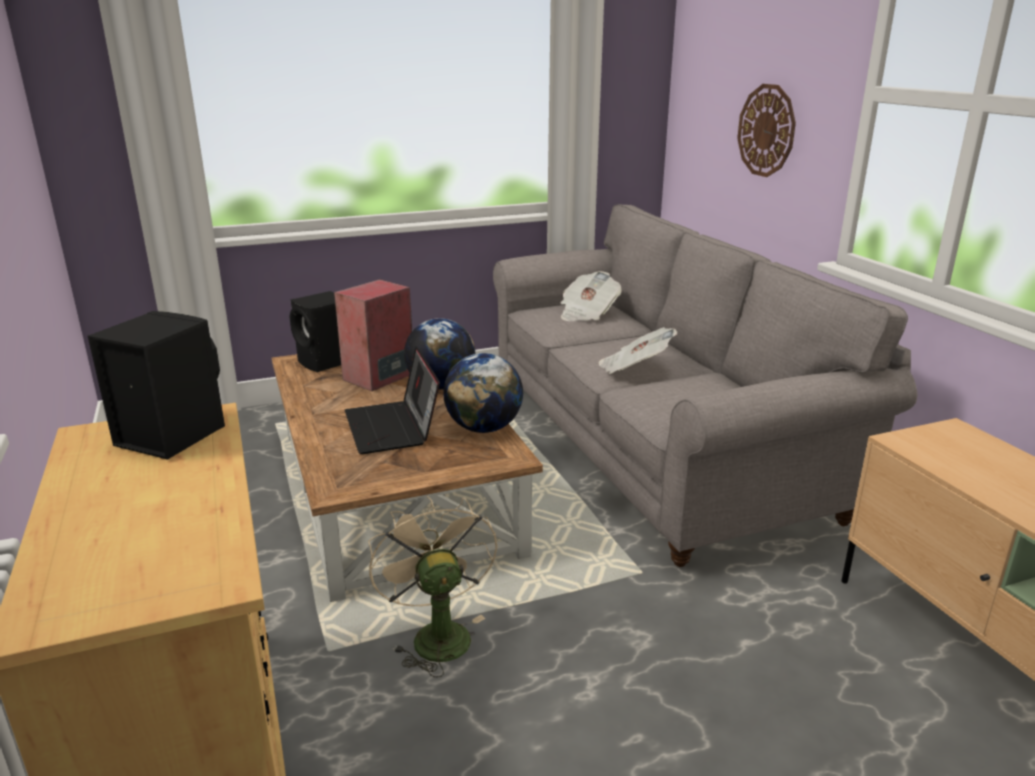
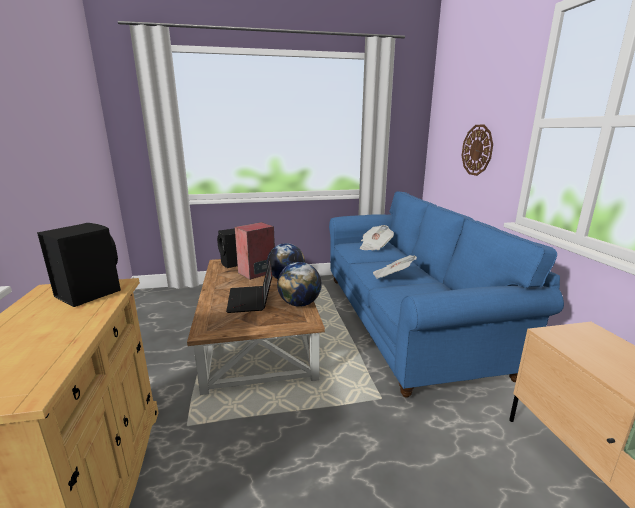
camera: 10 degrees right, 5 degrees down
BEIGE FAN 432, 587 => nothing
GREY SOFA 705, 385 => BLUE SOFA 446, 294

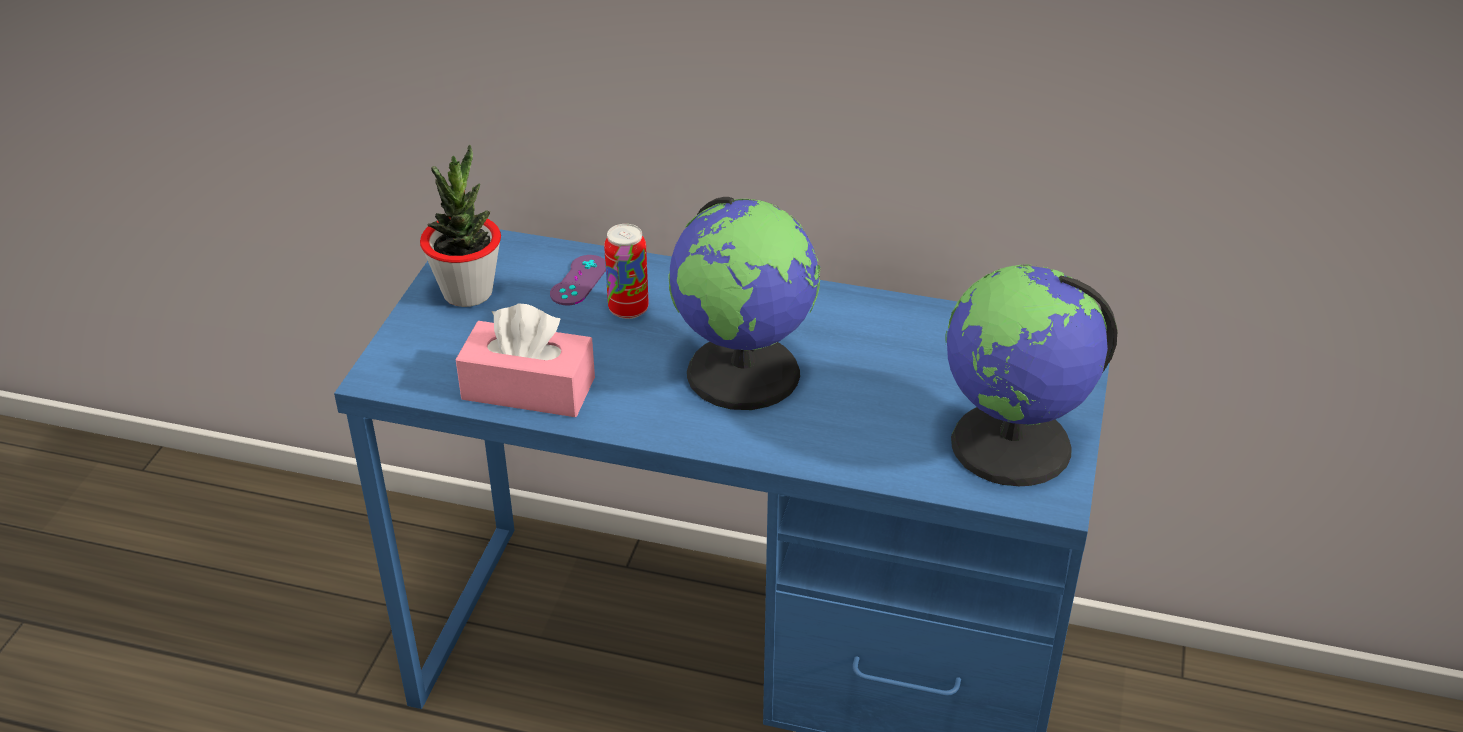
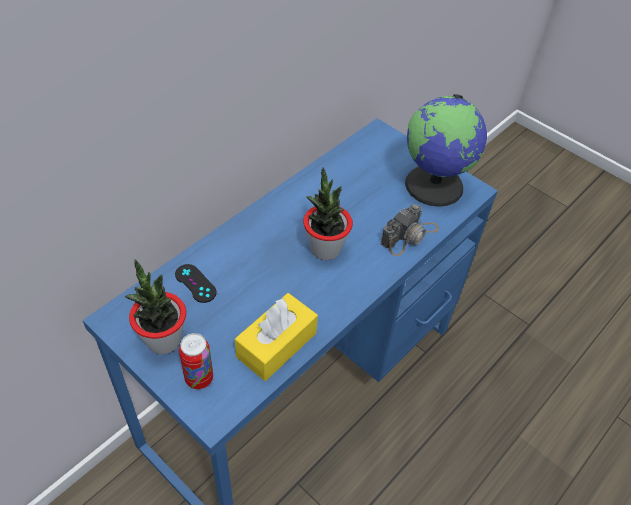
camera: 65 degrees left, 10 degrees up
nothing => PHOTO CAMERA 410, 230
CAN 626, 271 => CAN 196, 361, move
GLOBE 744, 303 => POTTED PLANT 328, 213
PINK TISSUE BOX 525, 360 => YELLOW TISSUE BOX 276, 337
PURPLE GAME CONTROLLER 578, 280 => BLACK GAME CONTROLLER 196, 283

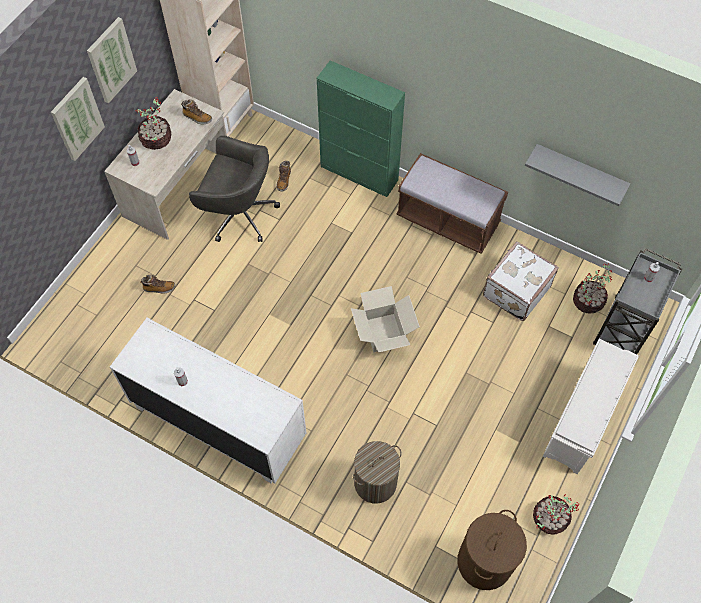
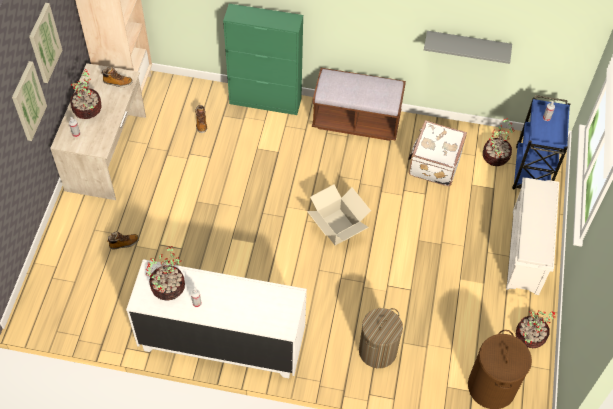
camera: 20 degrees left, 5 degrees down
GREY OFFICE CHAIR 234, 188 => nothing
nothing => POTTED PLANT 165, 273
GREY CART 637, 301 => BLUE CART 541, 142

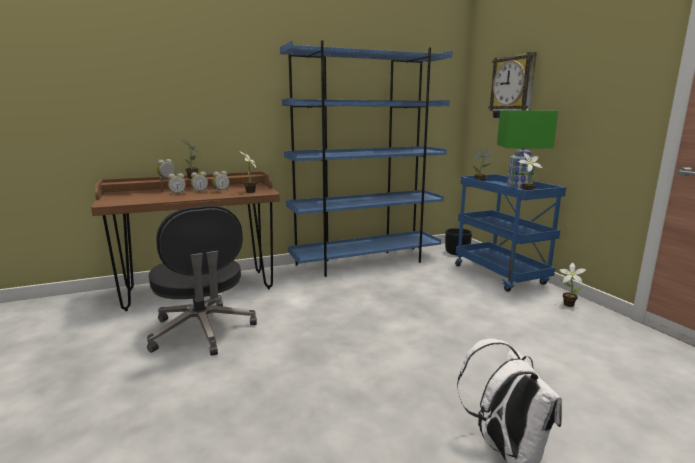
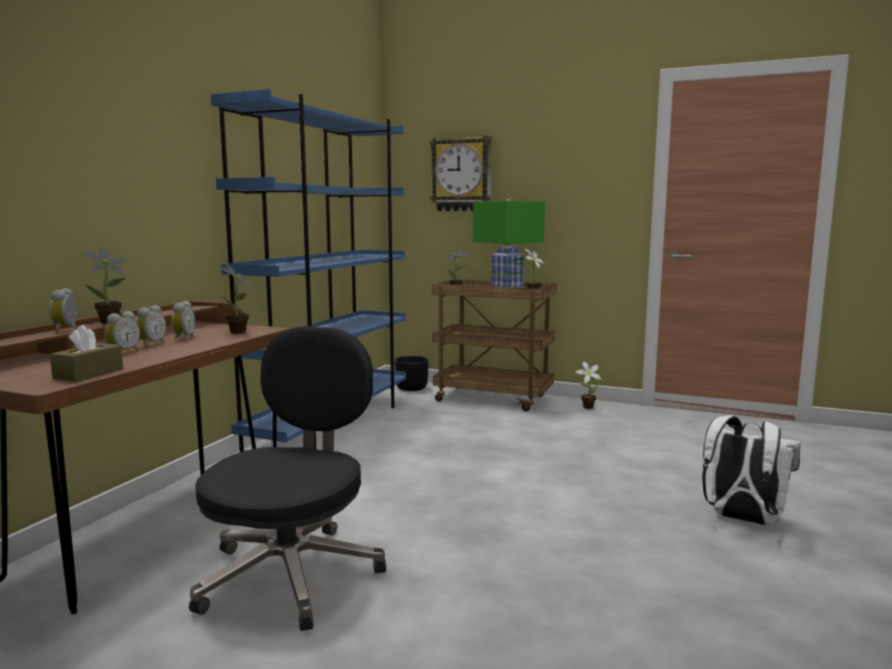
camera: 45 degrees left, 5 degrees down
nothing => BROWN TISSUE BOX 86, 353
BLUE CART 510, 233 => BROWN CART 495, 345
BLACK OFFICE CHAIR 202, 280 => BLACK OFFICE CHAIR 287, 478, 90 degrees counterclockwise

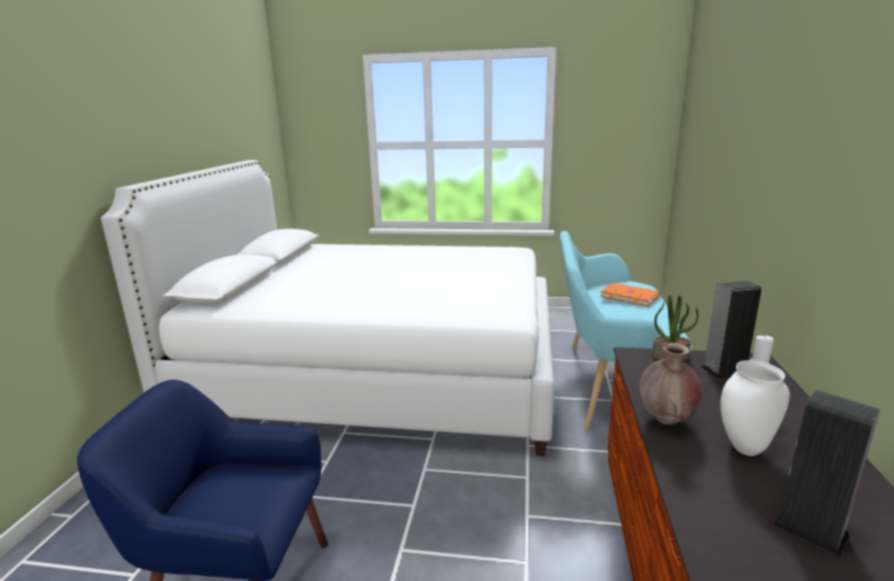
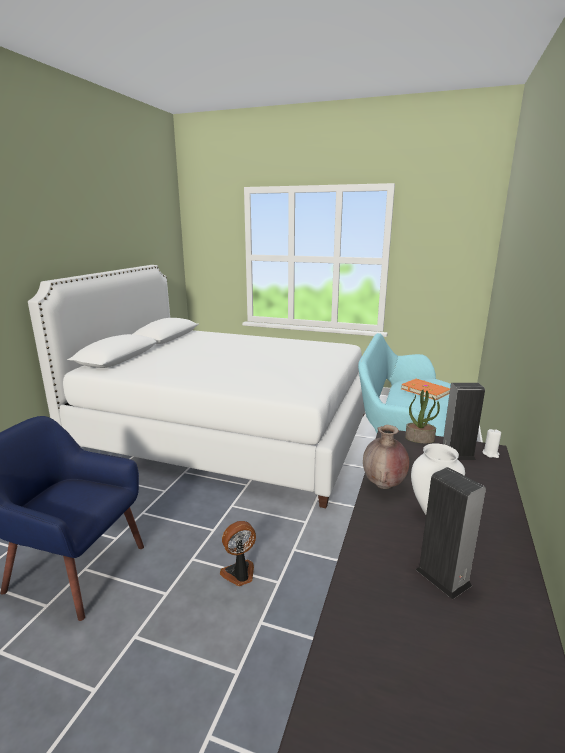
camera: 10 degrees right, 0 degrees up
nothing => FAN 238, 553

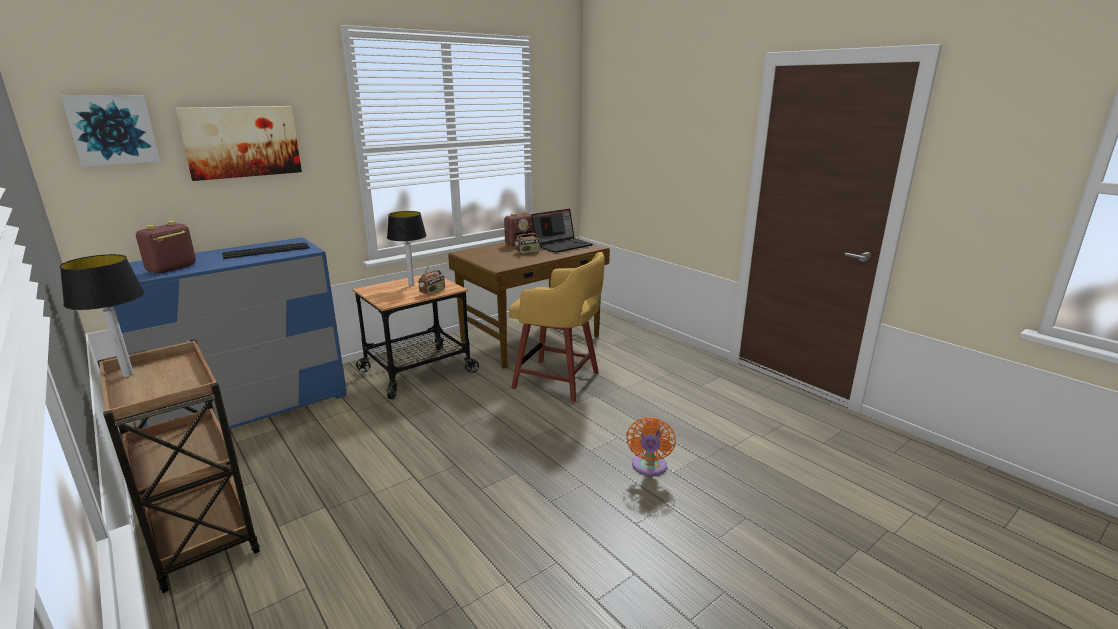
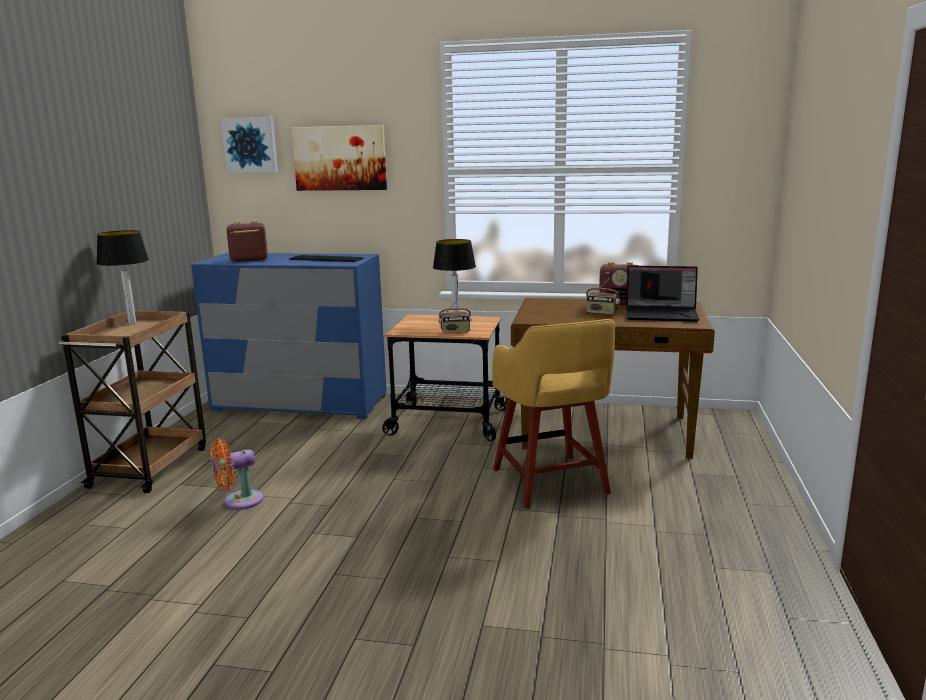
camera: 50 degrees right, 5 degrees down
ORANGE FAN 651, 446 => ORANGE FAN 236, 474, move

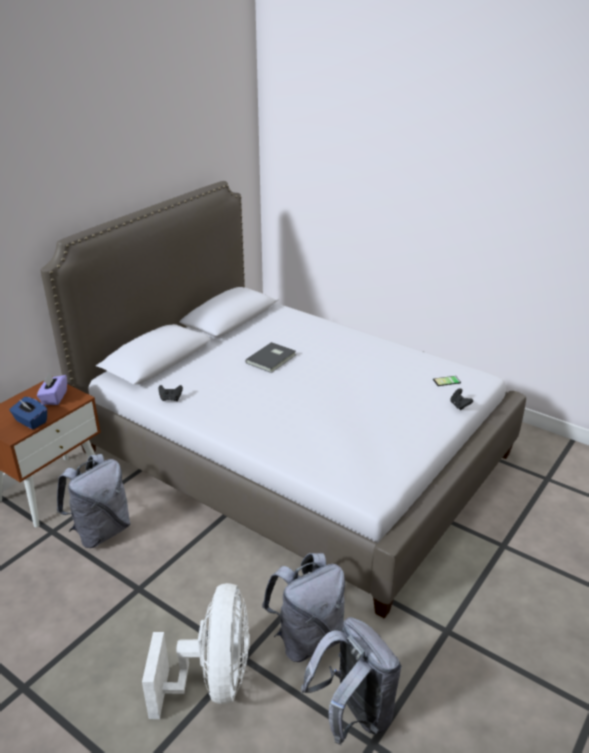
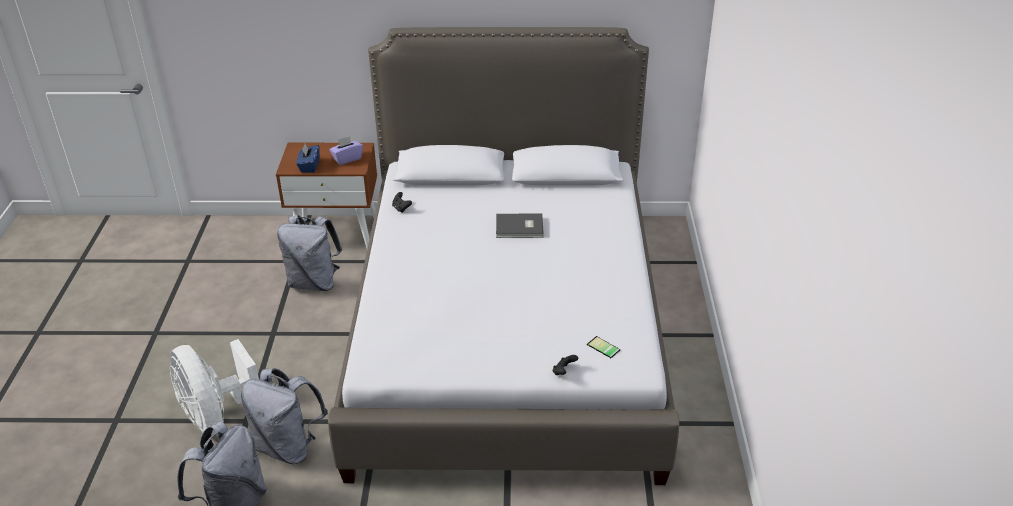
camera: 55 degrees right, 5 degrees up
WHITE FAN 196, 651 => WHITE FAN 214, 387, 90 degrees clockwise

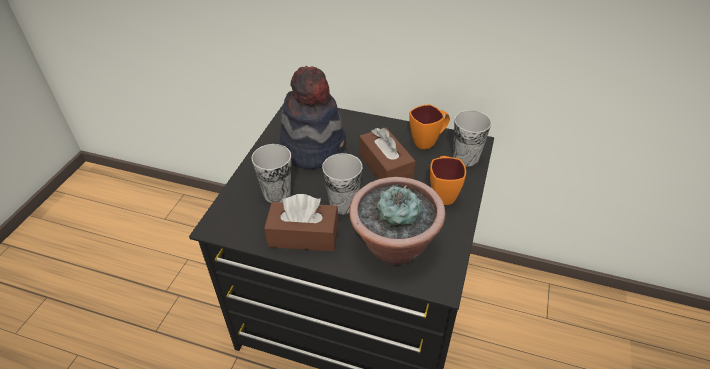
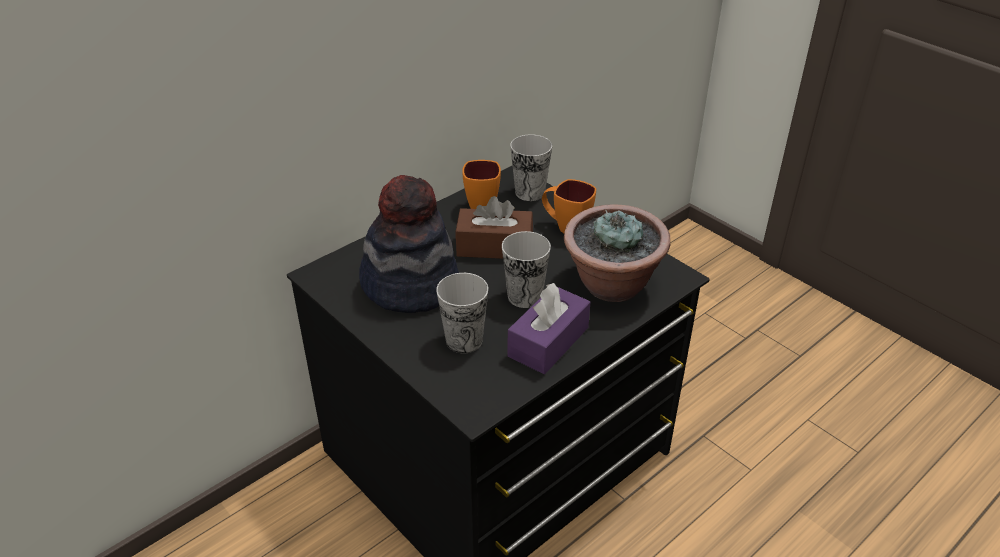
camera: 60 degrees left, 5 degrees down
BROWN TISSUE BOX 301, 222 => PURPLE TISSUE BOX 548, 328

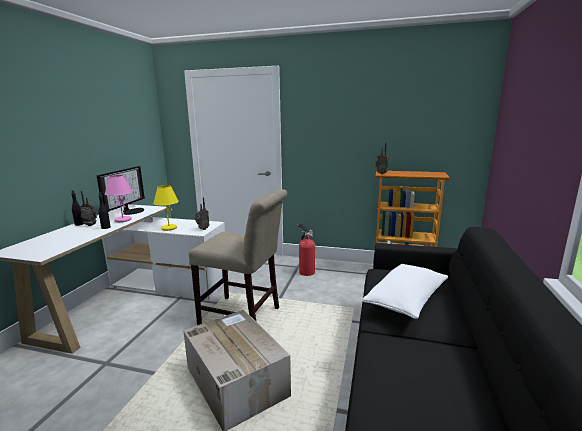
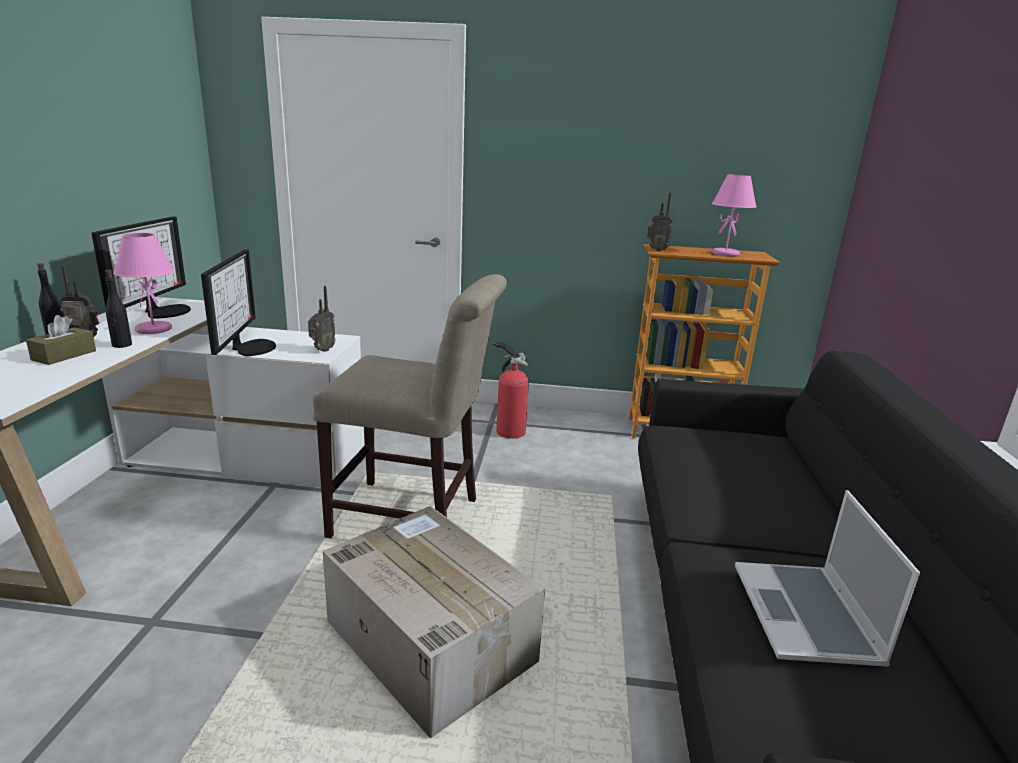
camera: 10 degrees left, 5 degrees up
WHITE PILLOW 405, 291 => nothing
nothing => BROWN TISSUE BOX 61, 340
nothing => PINK TABLE LAMP 734, 215
nothing => LAPTOP 827, 578
YELLOW TABLE LAMP 166, 208 => MONITOR 238, 302

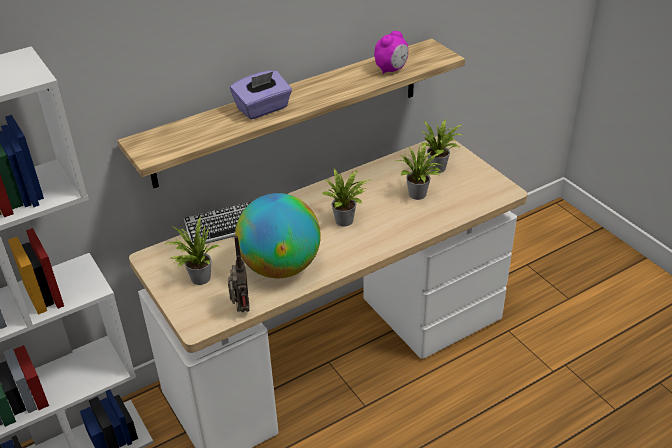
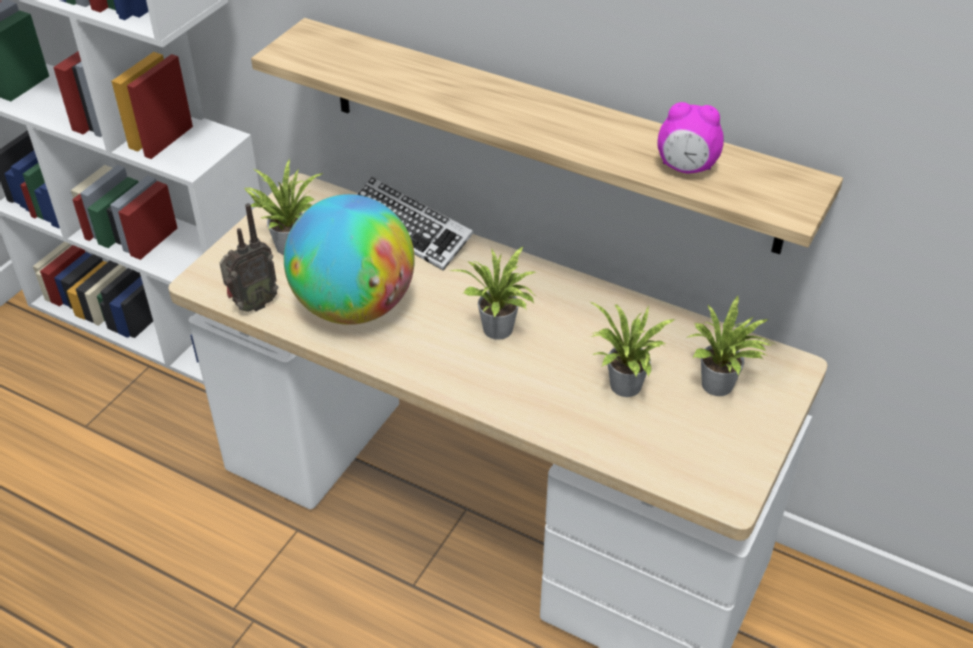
camera: 60 degrees right, 5 degrees up
PURPLE TISSUE BOX 261, 95 => nothing

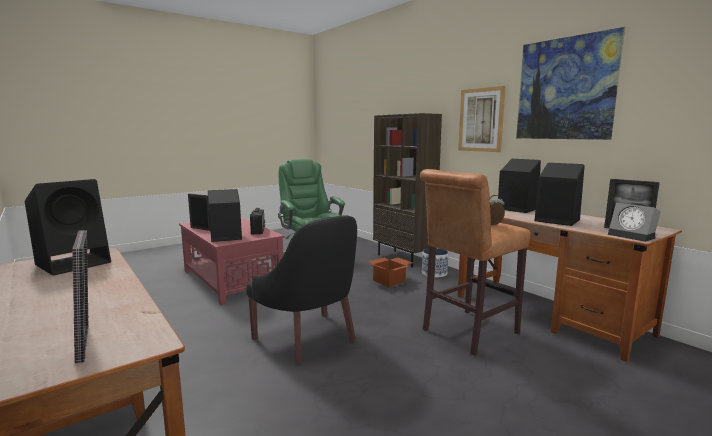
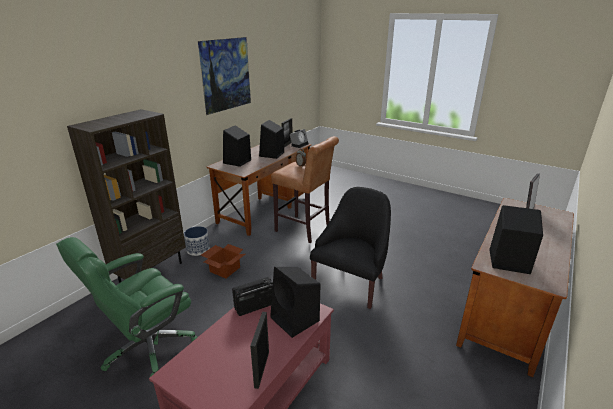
camera: 110 degrees left, 15 degrees up
PICTURE 482, 119 => nothing

